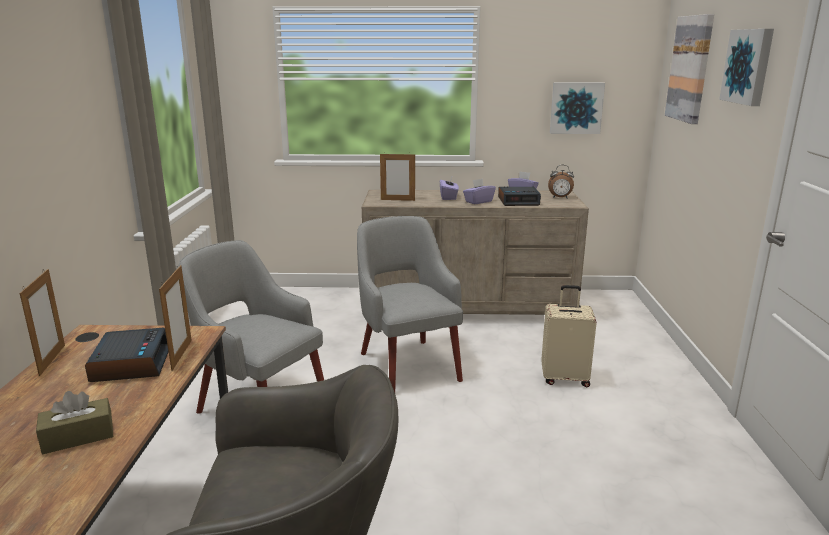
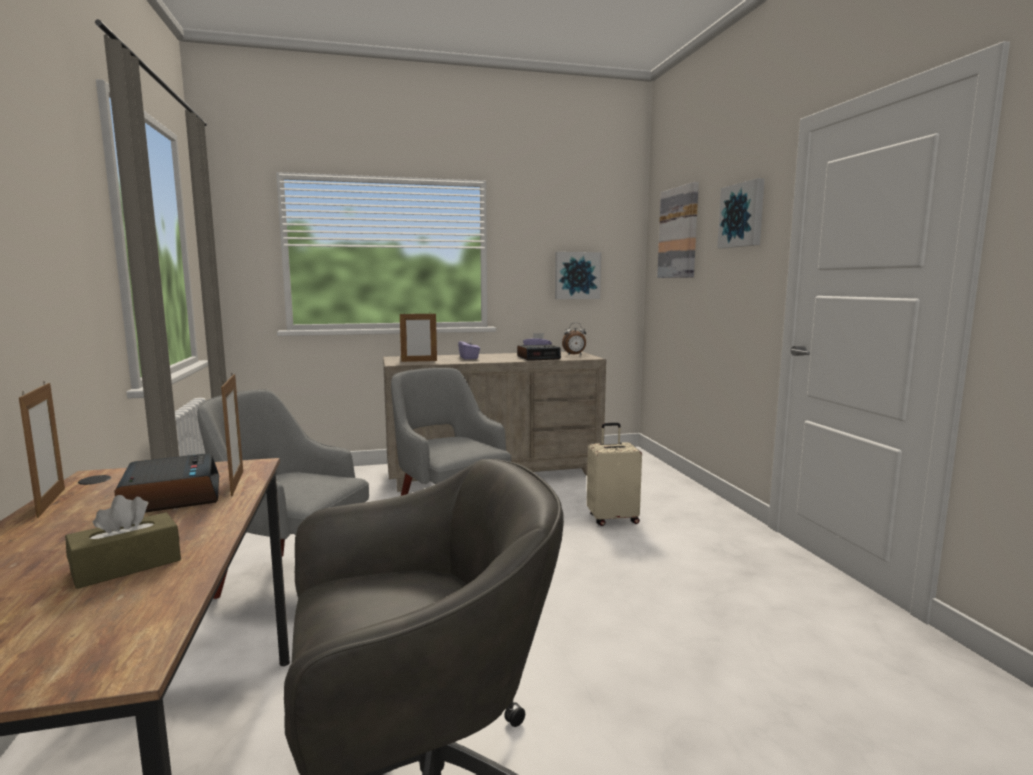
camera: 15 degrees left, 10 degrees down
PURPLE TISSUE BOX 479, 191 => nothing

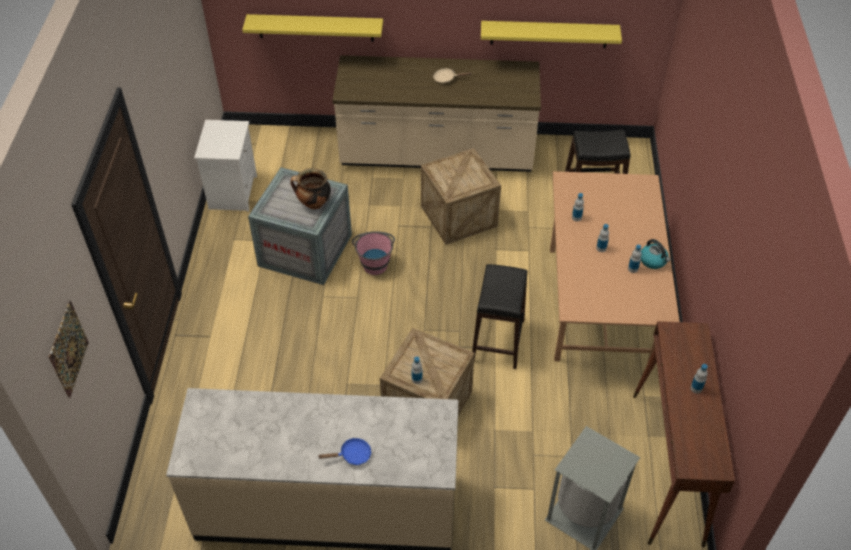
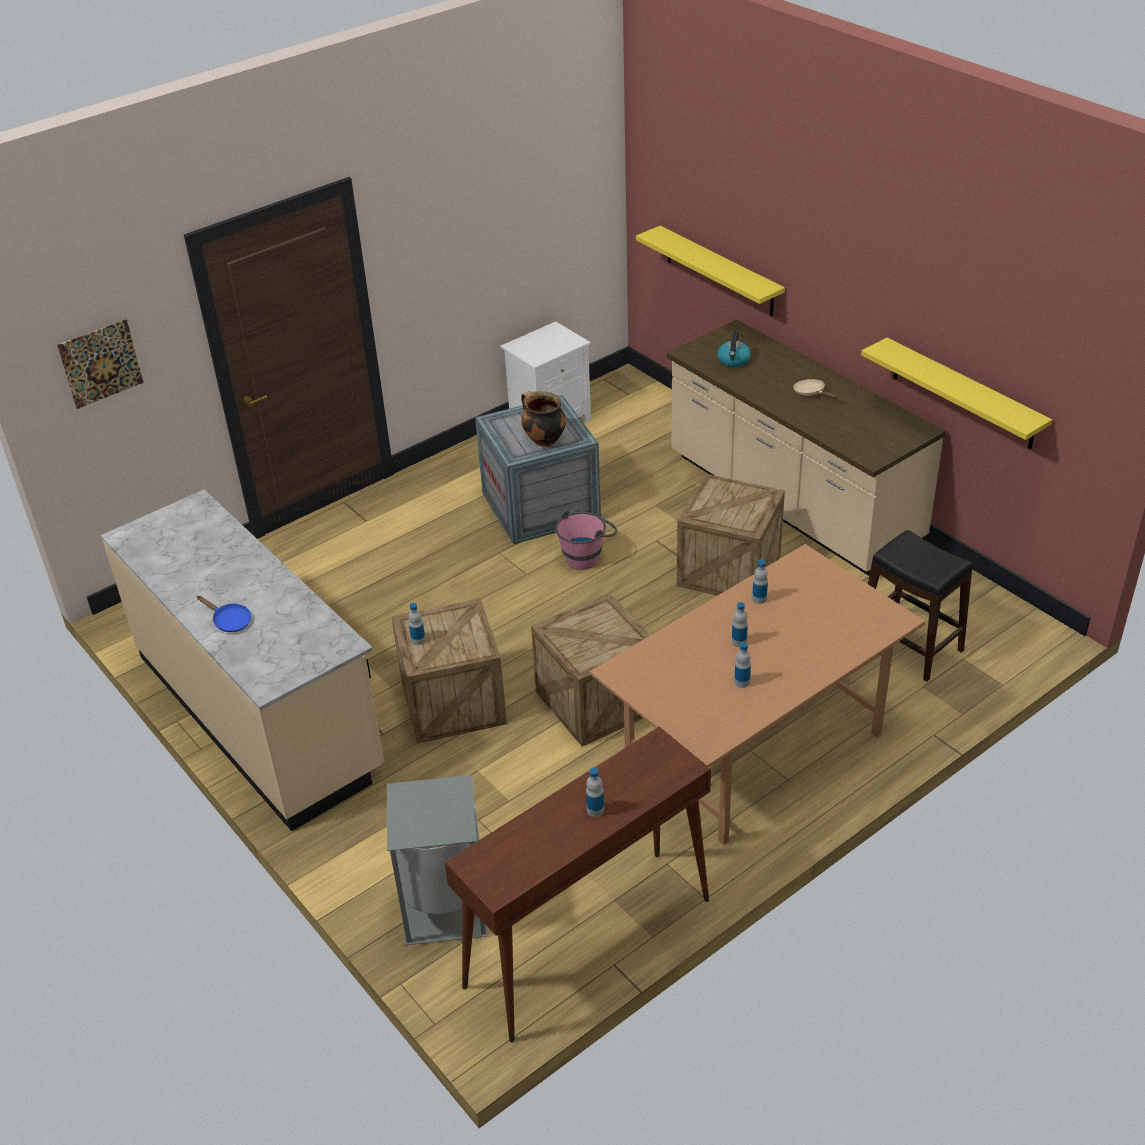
camera: 50 degrees right, 10 degrees down
KETTLE 655, 254 => KETTLE 734, 349, move
BLACK STOOL 500, 316 => CRATE 591, 670

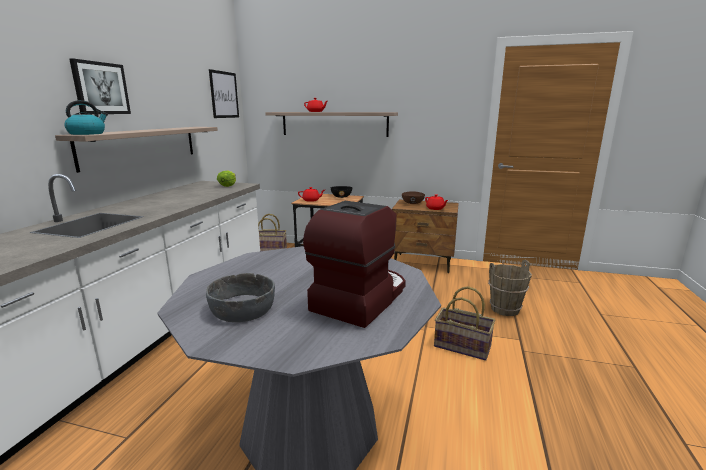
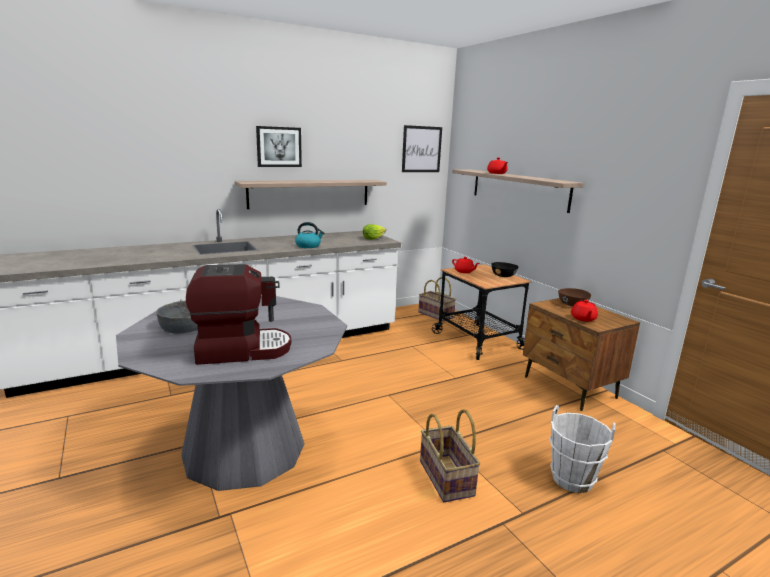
camera: 45 degrees right, 0 degrees up
KETTLE 86, 117 => KETTLE 309, 235, move
BROWN BUCKET 510, 288 => WHITE BUCKET 582, 449

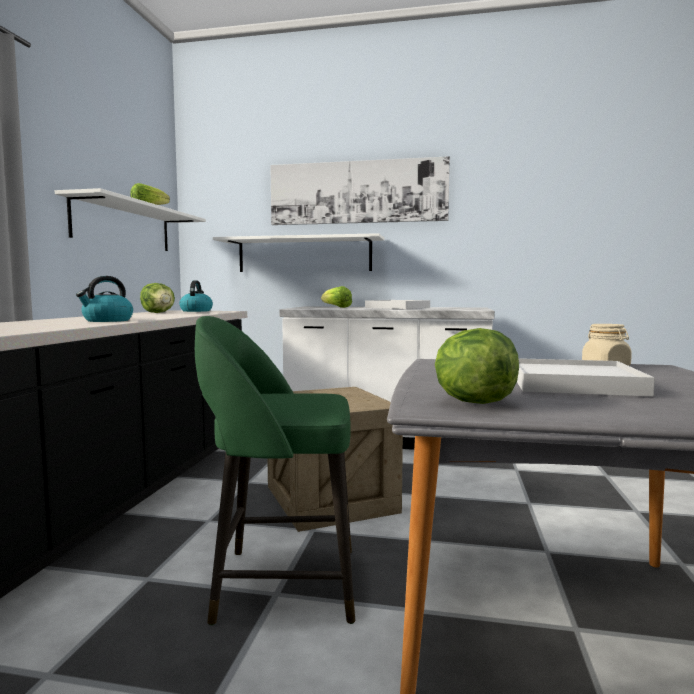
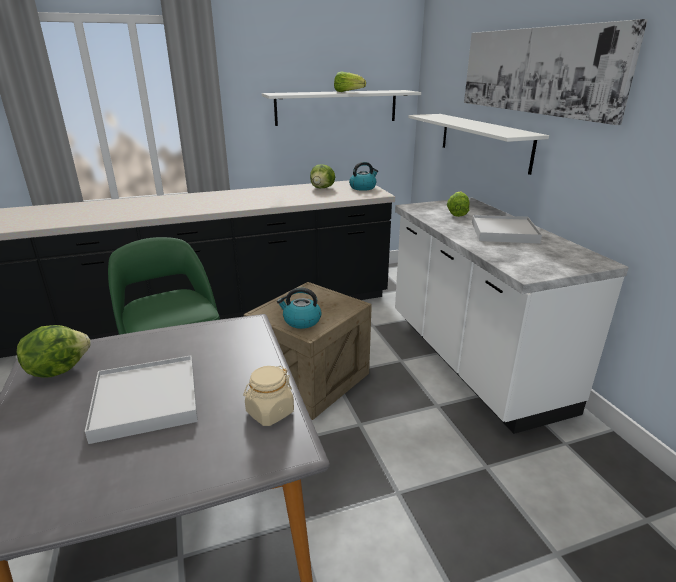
camera: 60 degrees right, 20 degrees up
KETTLE 104, 299 => KETTLE 299, 308, move

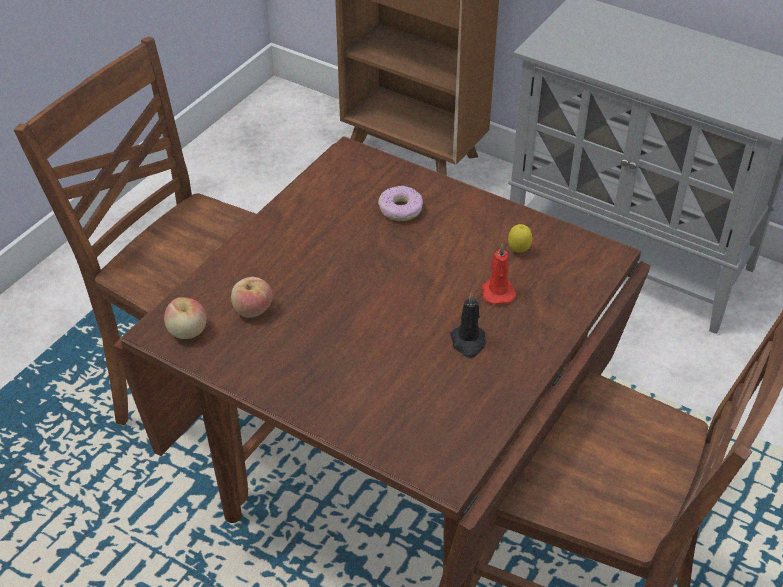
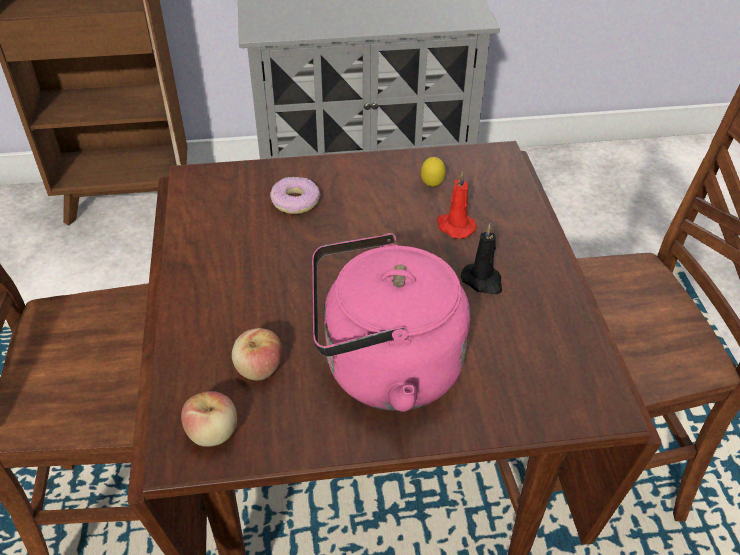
camera: 40 degrees left, 0 degrees up
nothing => PINK KETTLE 391, 322

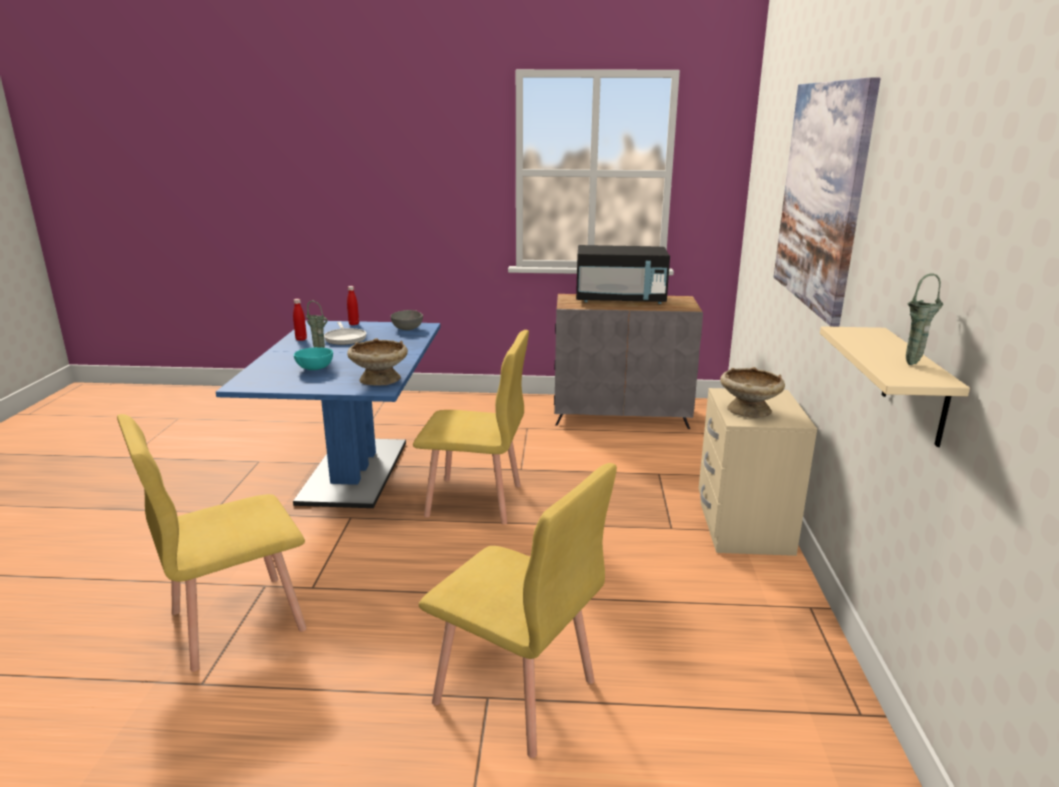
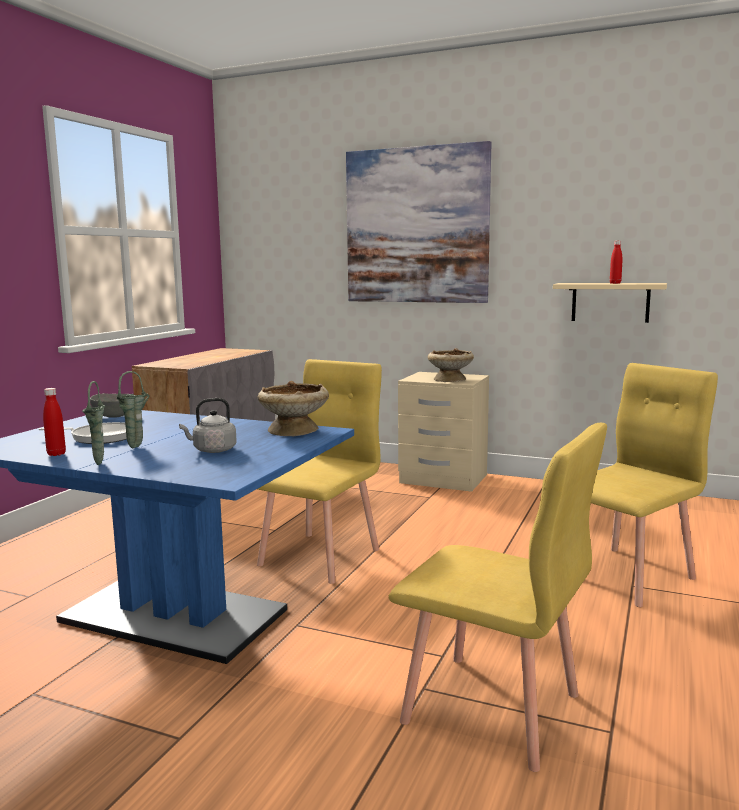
camera: 70 degrees left, 10 degrees down
BLACK MICROWAVE 623, 274 => nothing
RED BOTTLE 353, 305 => RED BOTTLE 616, 262, move
GREEN VASE 924, 319 => GREEN VASE 93, 423, move
TURQUOISE BOWL 313, 358 => GREY KETTLE 207, 425
YELLOW CHAIR 212, 543 => YELLOW CHAIR 498, 597, 45 degrees counterclockwise

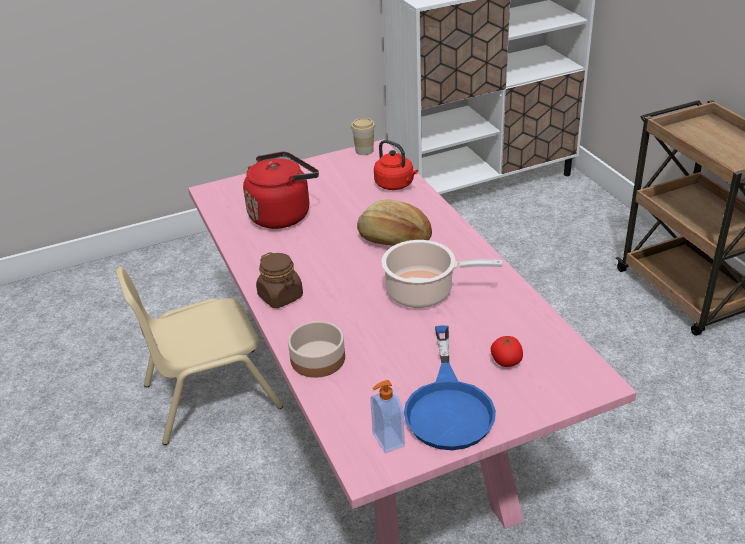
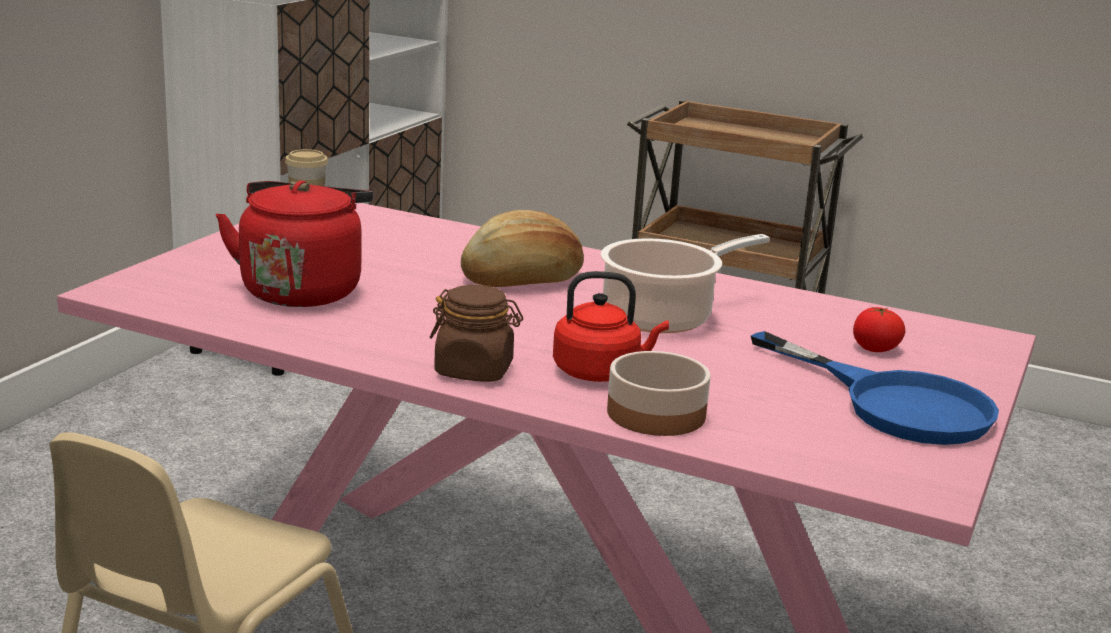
camera: 45 degrees left, 15 degrees down
SOAP DISPENSER 387, 416 => nothing
RED KETTLE 396, 165 => RED KETTLE 611, 326, move

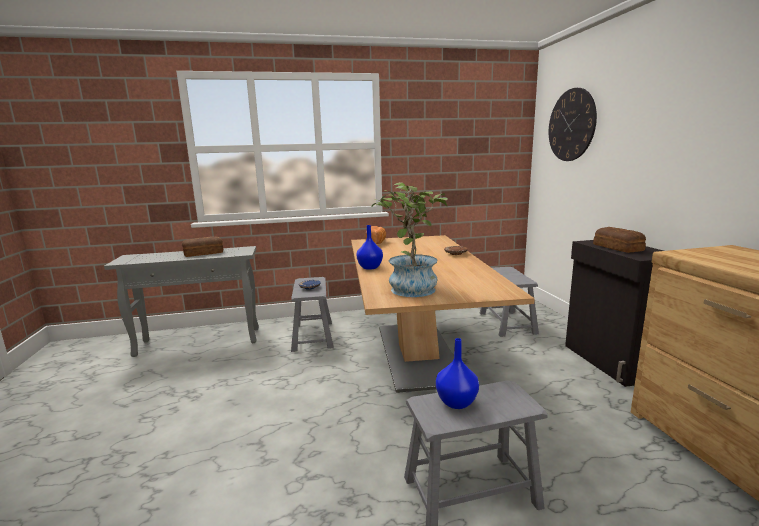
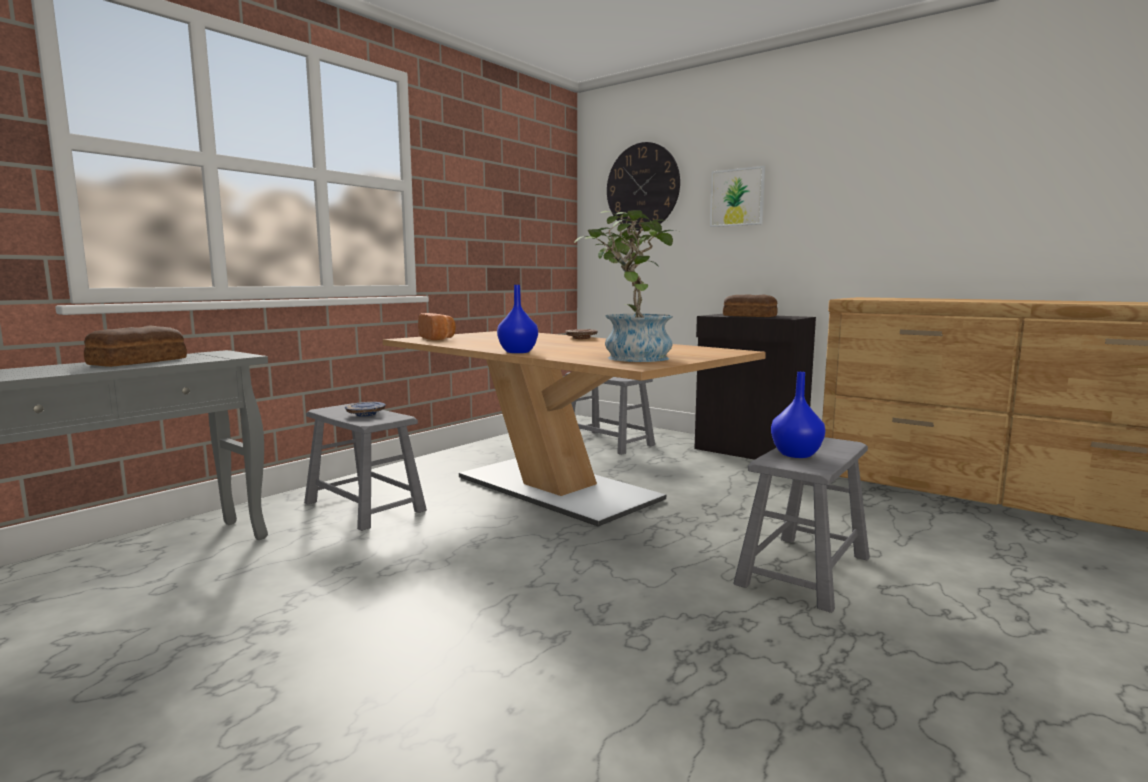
camera: 40 degrees left, 5 degrees down
nothing => PICTURE 737, 196

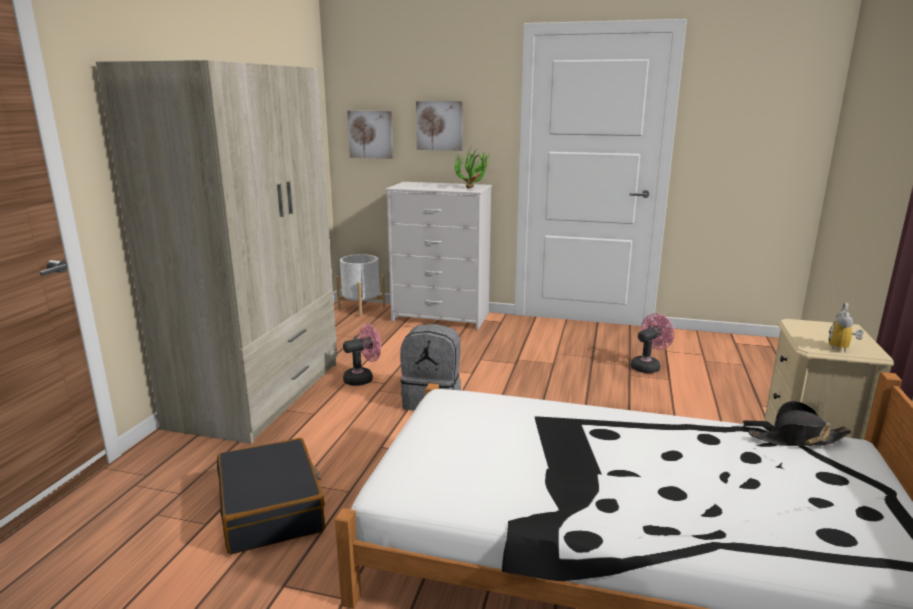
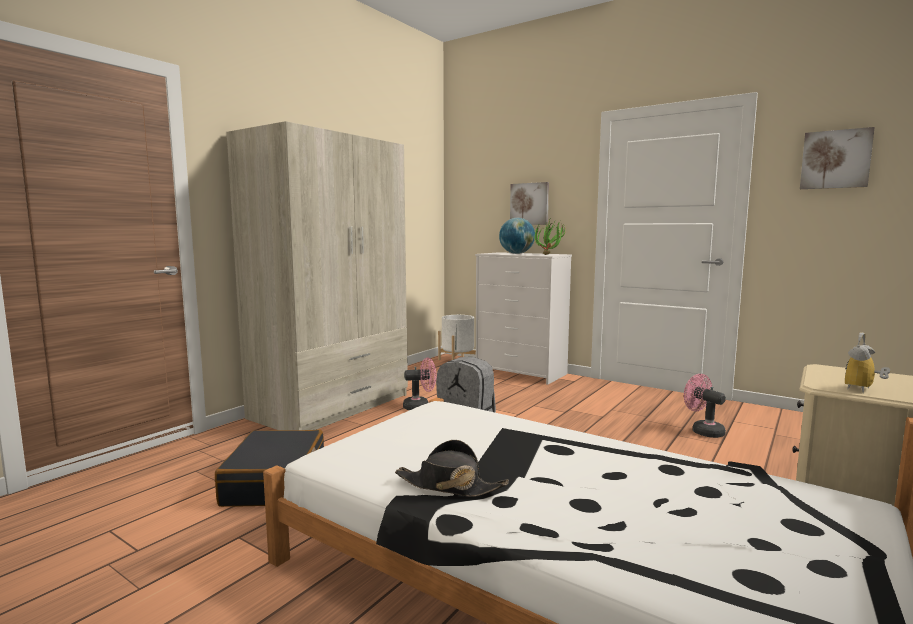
camera: 20 degrees right, 10 degrees down
nothing => GLOBE 517, 236
PICTURE 370, 135 => PICTURE 837, 158, move
BLACK HAT 800, 423 => BLACK HAT 452, 468, move
PINK FAN 652, 343 => PINK FAN 705, 406, 105 degrees counterclockwise

